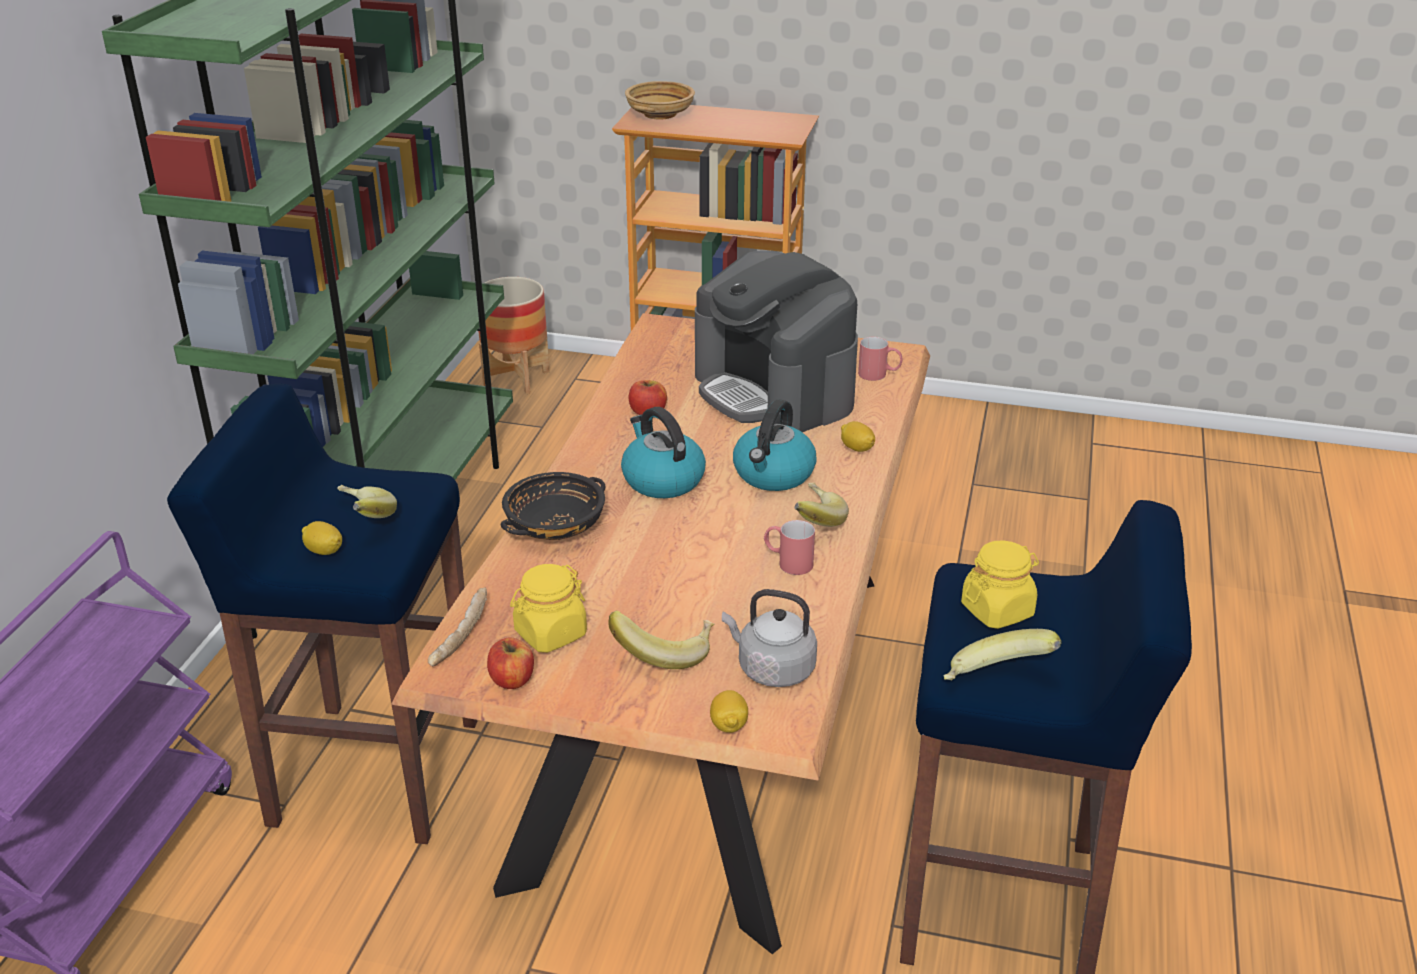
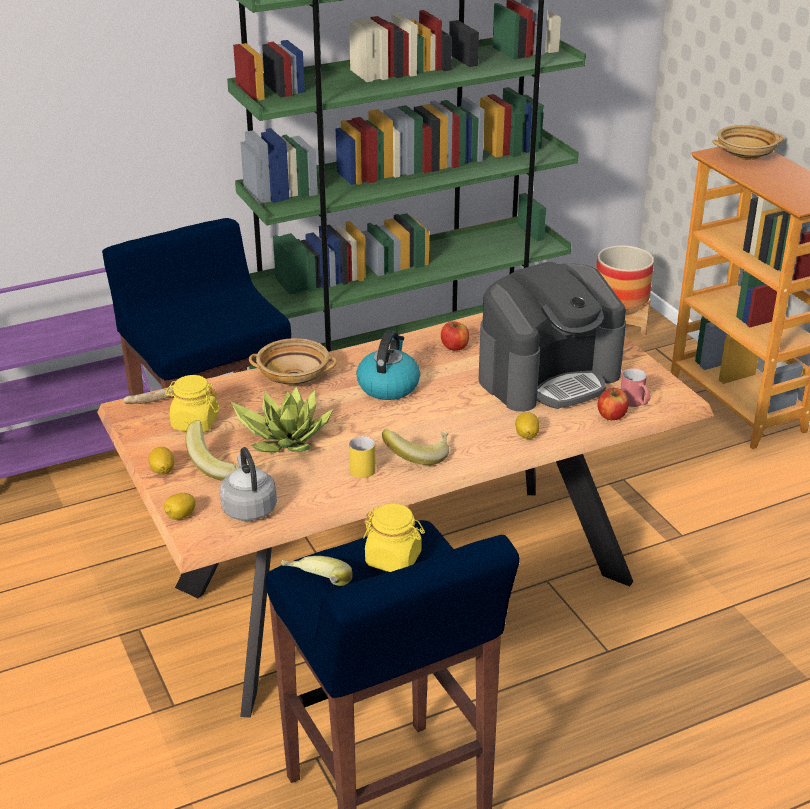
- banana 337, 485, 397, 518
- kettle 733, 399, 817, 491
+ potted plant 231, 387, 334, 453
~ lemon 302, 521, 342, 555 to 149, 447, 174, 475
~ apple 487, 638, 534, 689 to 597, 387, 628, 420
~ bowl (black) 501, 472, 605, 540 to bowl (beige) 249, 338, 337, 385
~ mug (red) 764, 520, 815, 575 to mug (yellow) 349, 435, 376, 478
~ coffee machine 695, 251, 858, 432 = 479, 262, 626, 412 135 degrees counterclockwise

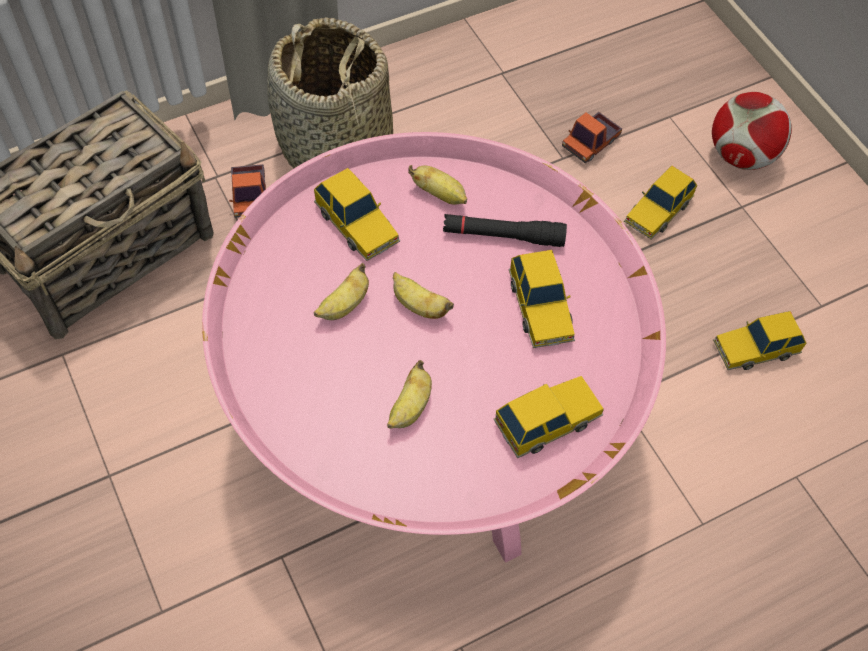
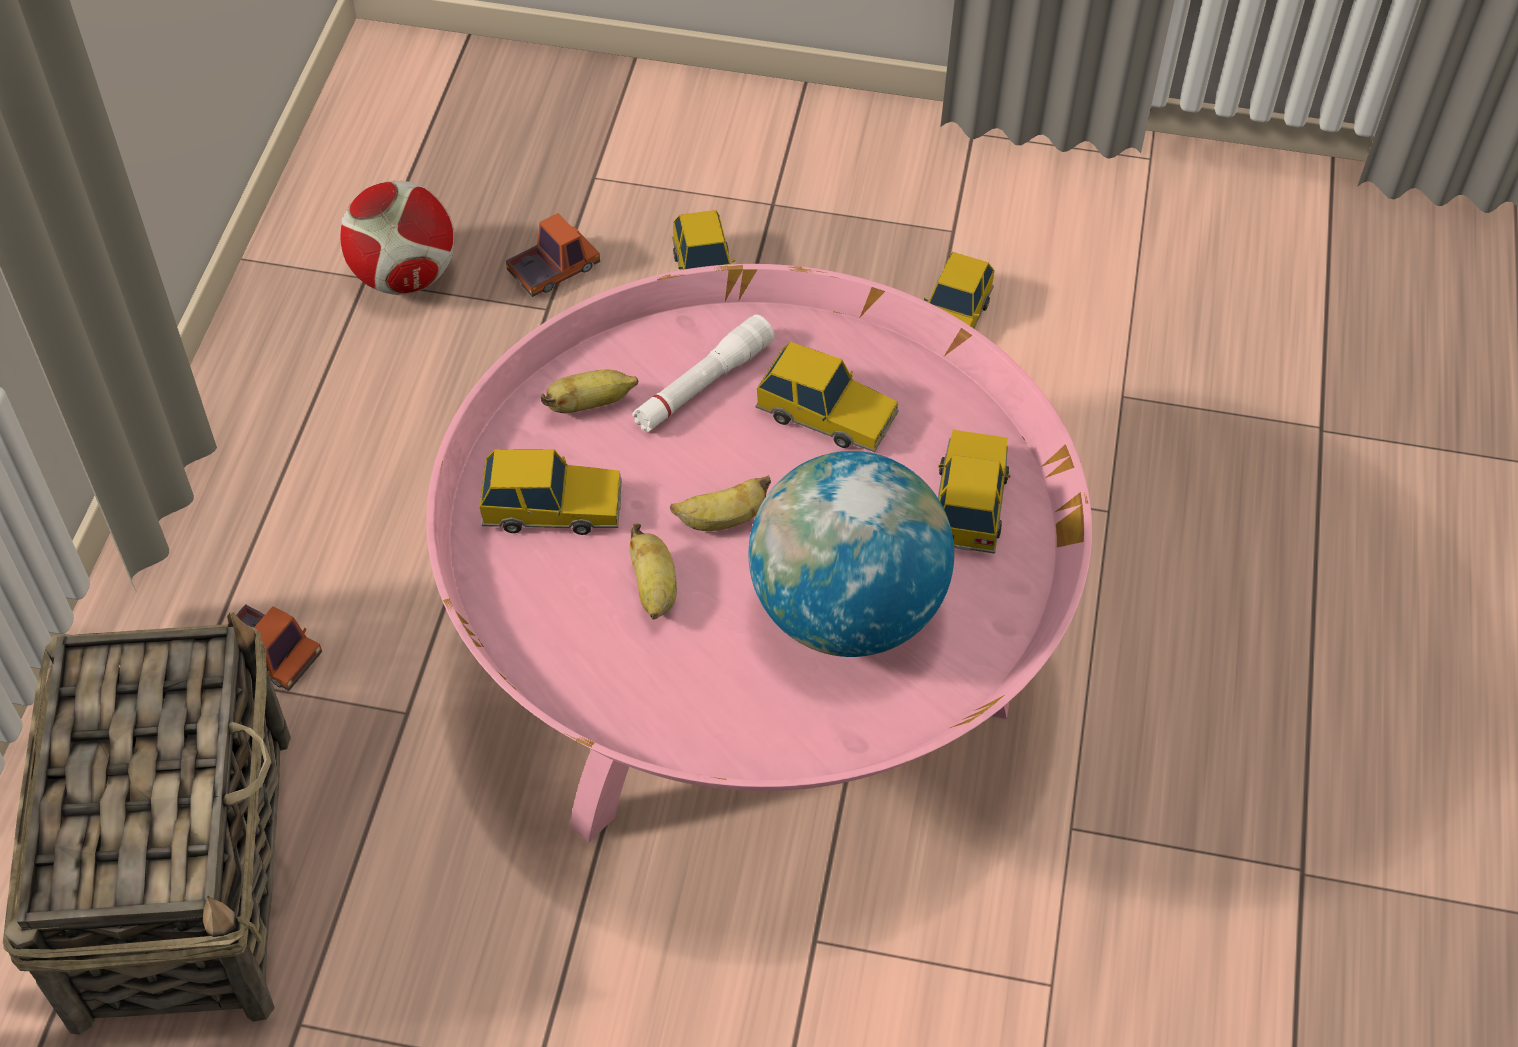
- basket 267, 17, 393, 169
~ football 712, 92, 792, 170 to 340, 181, 455, 295
~ banana 387, 360, 432, 429 to globe 748, 451, 954, 657
~ flashlight (black) 443, 214, 567, 247 to flashlight (white) 632, 315, 775, 432
~ toy truck 562, 112, 622, 163 = 506, 213, 600, 297 120 degrees counterclockwise

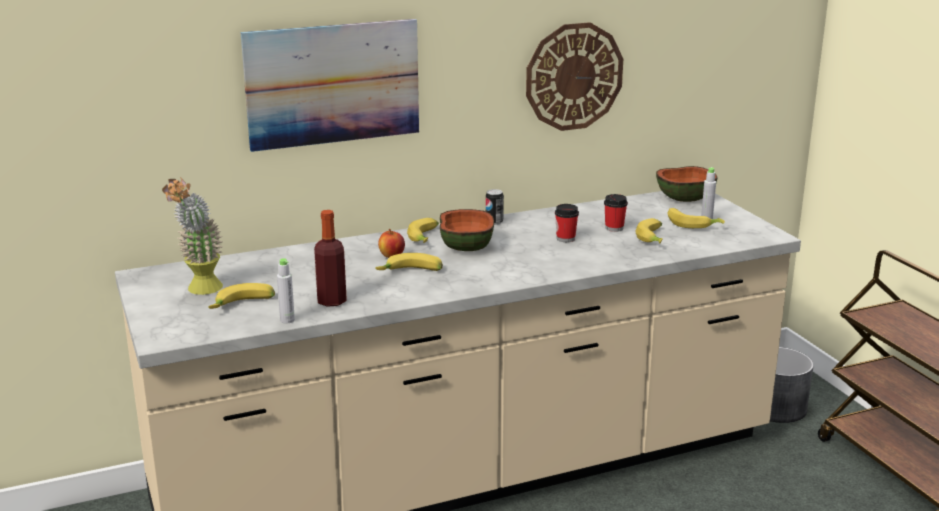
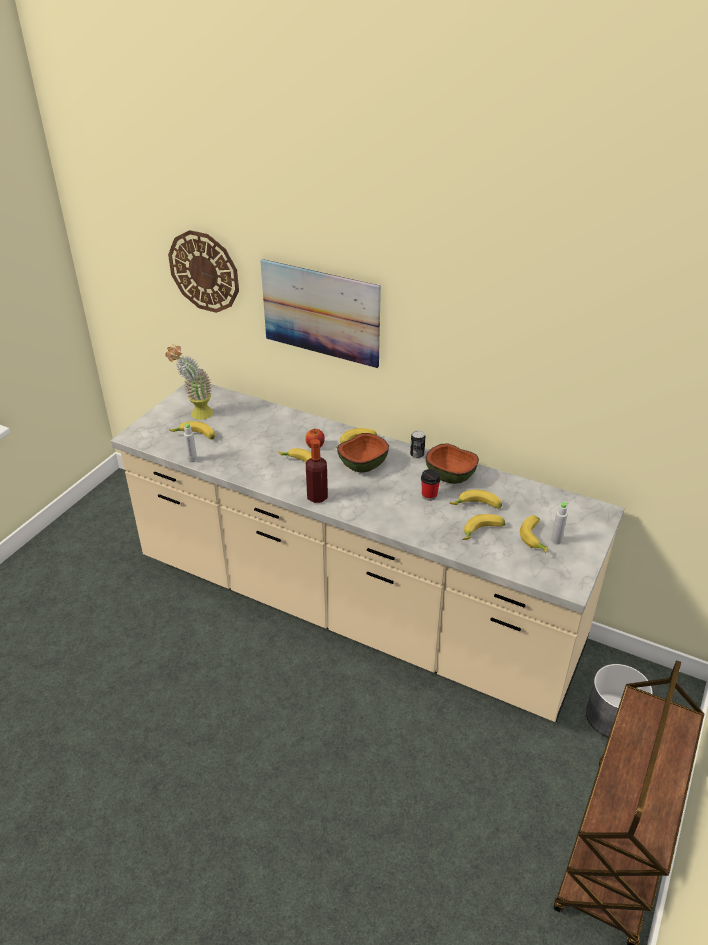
~ bottle 314, 210, 347, 307 to 306, 439, 328, 503
~ wall clock 526, 22, 623, 131 to 168, 230, 239, 313
~ bowl 656, 166, 718, 202 to 426, 443, 479, 484
~ cup 604, 194, 628, 232 to banana 450, 490, 502, 508

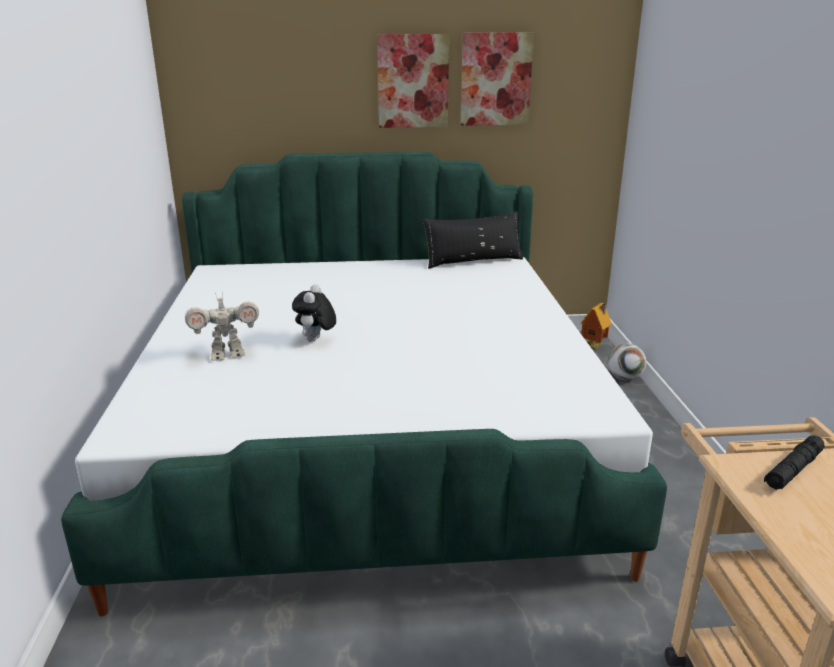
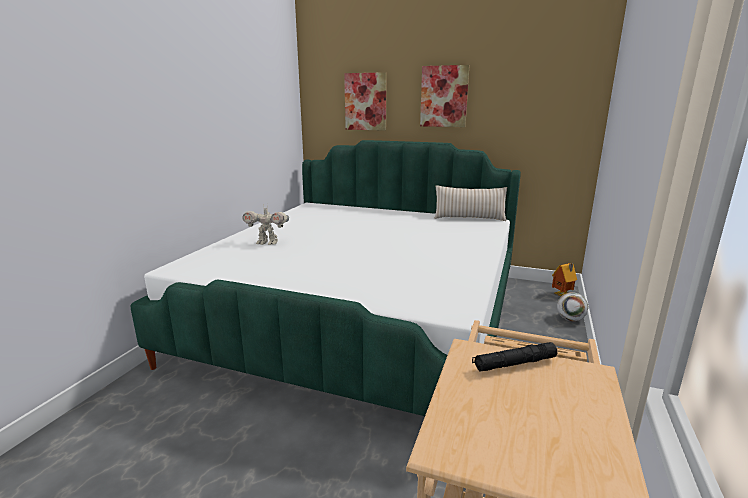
- plush toy 292, 284, 336, 342
~ picture 460, 32, 534, 126 to 344, 72, 387, 131
~ pillow (black) 423, 211, 523, 269 to pillow (beige) 434, 185, 507, 221

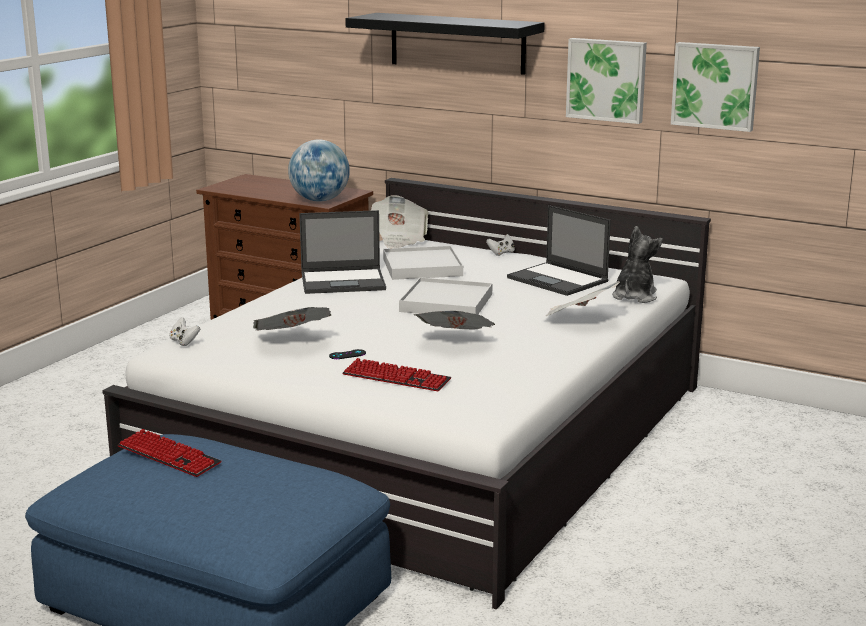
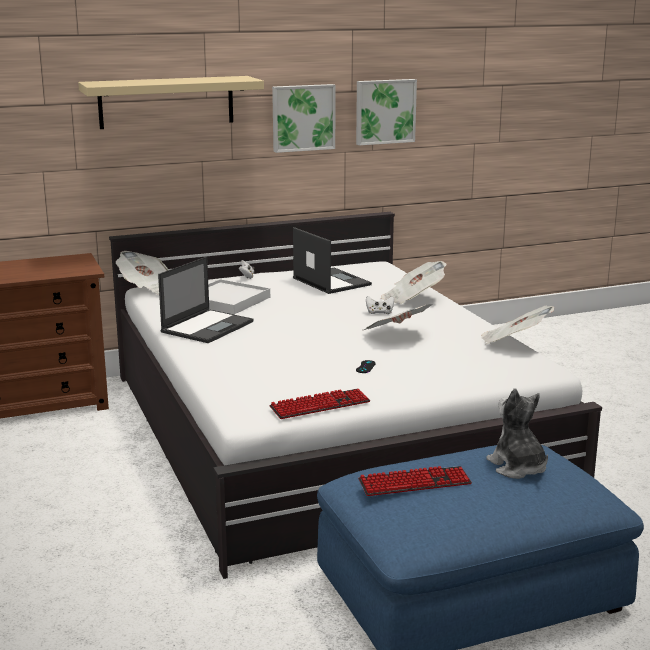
- globe 288, 139, 350, 202
- tray (white) 399, 277, 492, 315
~ game controller (white) 169, 317, 200, 346 to 366, 296, 394, 314
~ newspaper 253, 307, 331, 330 to 481, 305, 554, 344
~ keyboard 343, 358, 451, 391 to 269, 389, 370, 419
~ plush toy 612, 226, 663, 303 to 486, 388, 548, 479
~ shelf (black) 345, 13, 545, 75 to shelf (beige) 78, 76, 264, 129
~ laptop 507, 205, 611, 296 = 293, 227, 372, 294 120 degrees counterclockwise

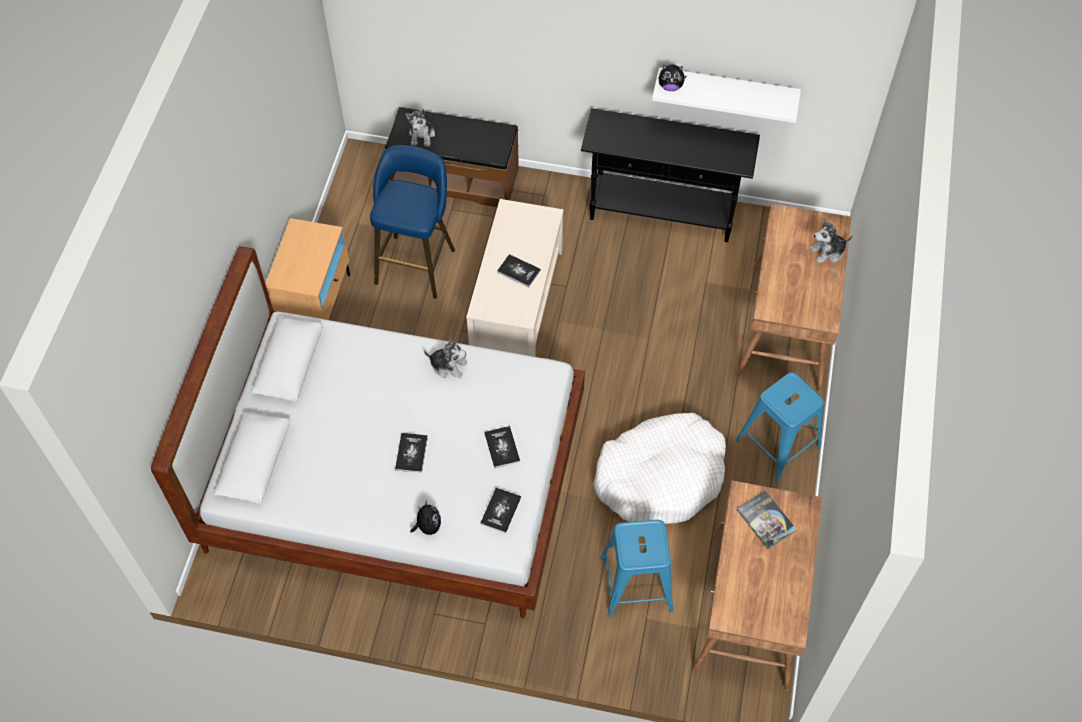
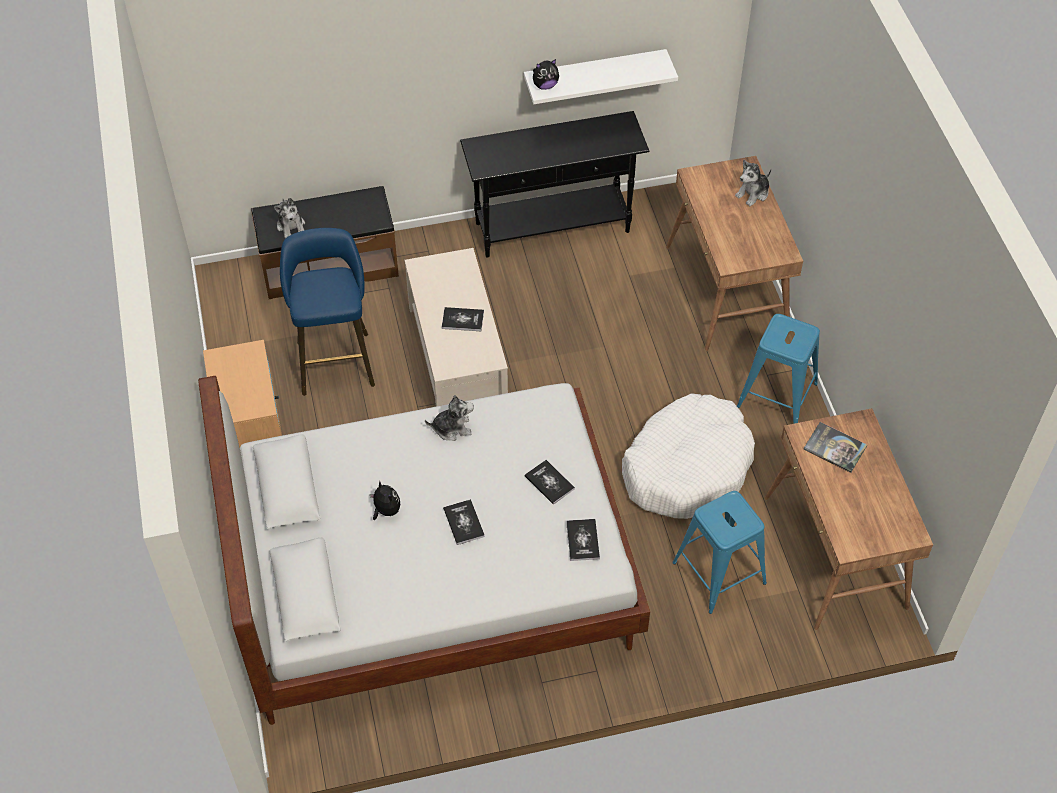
~ plush toy 410, 501, 441, 535 to 370, 481, 400, 520

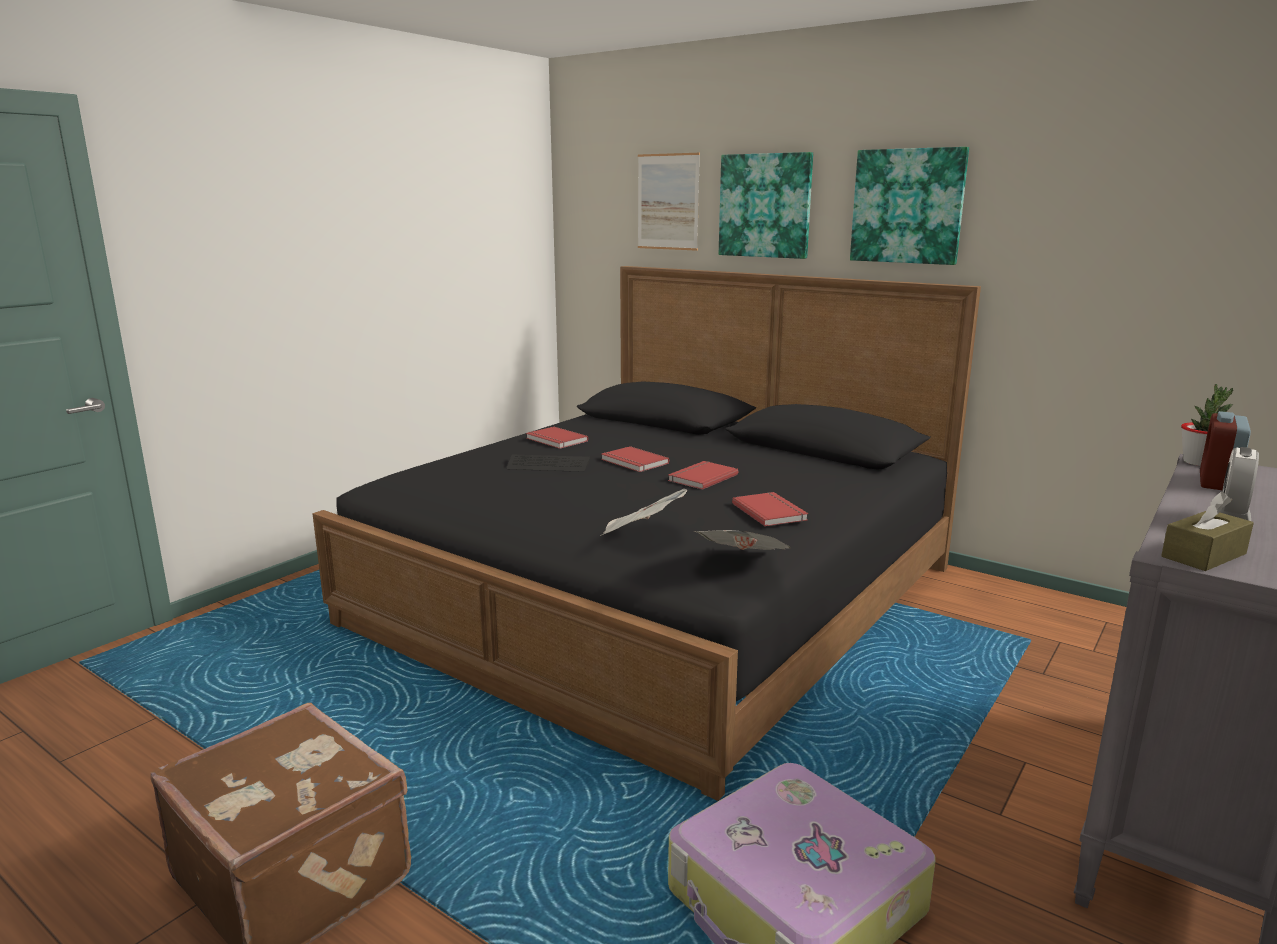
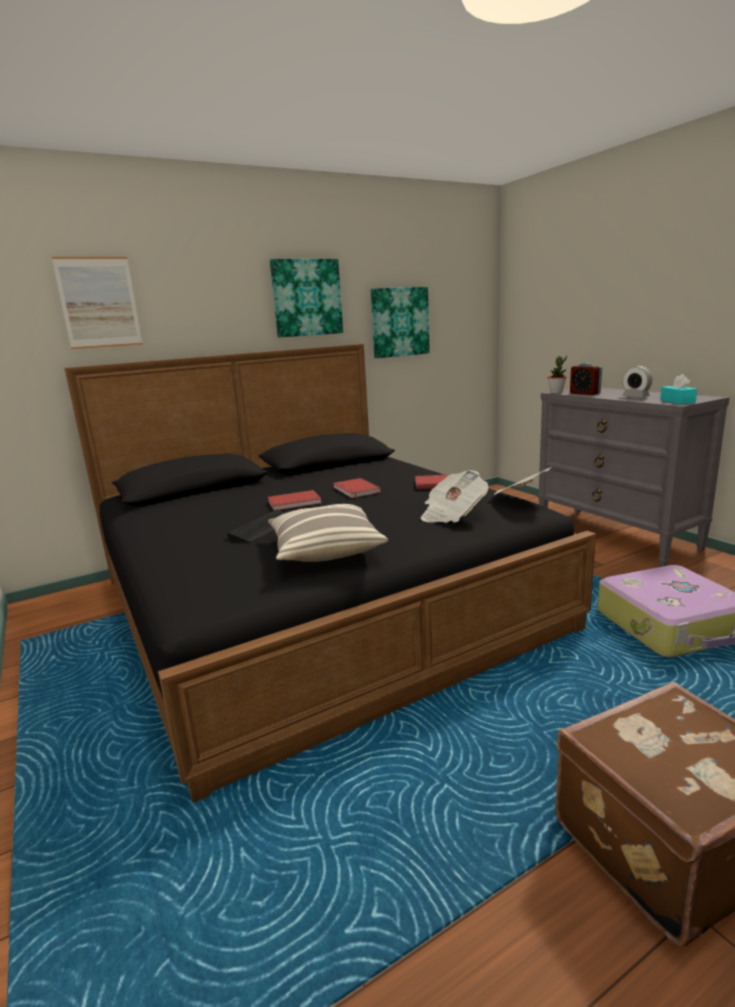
- book (red) 526, 427, 588, 449
+ pillow 268, 504, 388, 562
~ picture 719, 152, 813, 259 to 371, 287, 430, 358
~ tissue box (brown) 1161, 491, 1254, 571 to tissue box (turquoise) 660, 374, 697, 404

